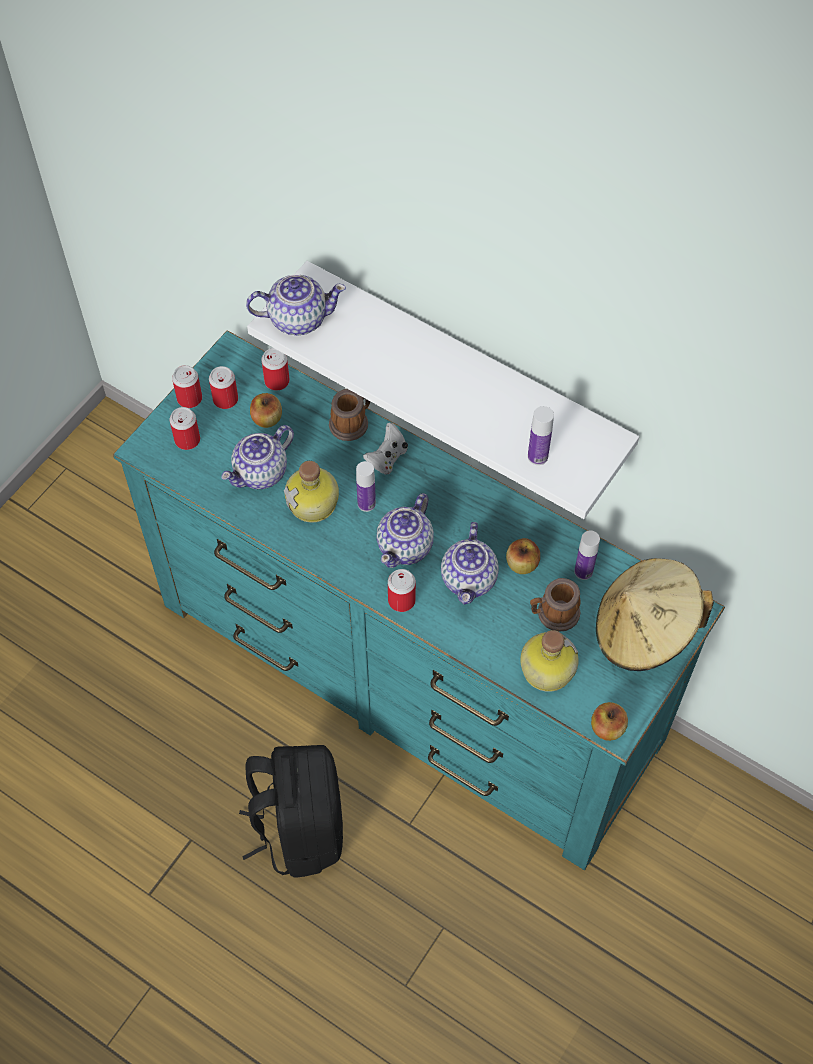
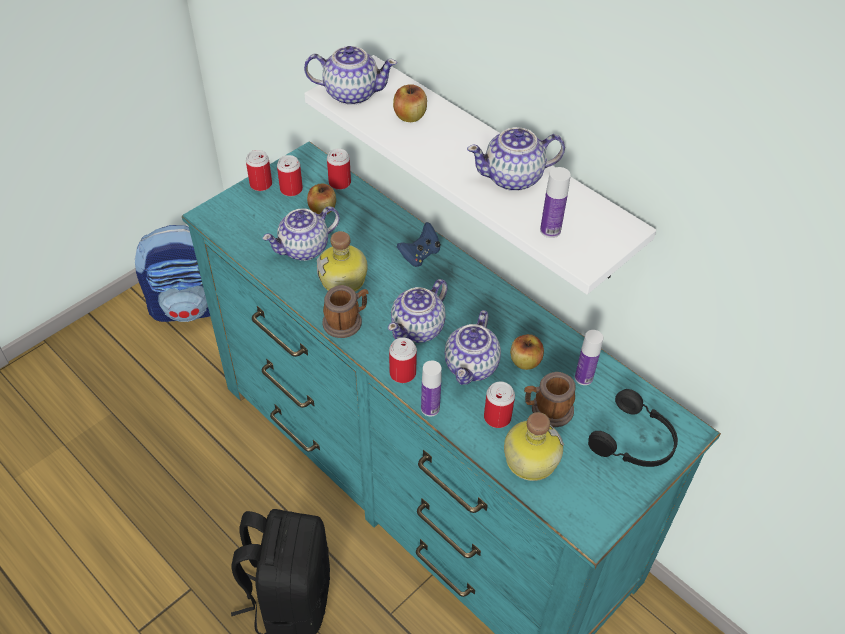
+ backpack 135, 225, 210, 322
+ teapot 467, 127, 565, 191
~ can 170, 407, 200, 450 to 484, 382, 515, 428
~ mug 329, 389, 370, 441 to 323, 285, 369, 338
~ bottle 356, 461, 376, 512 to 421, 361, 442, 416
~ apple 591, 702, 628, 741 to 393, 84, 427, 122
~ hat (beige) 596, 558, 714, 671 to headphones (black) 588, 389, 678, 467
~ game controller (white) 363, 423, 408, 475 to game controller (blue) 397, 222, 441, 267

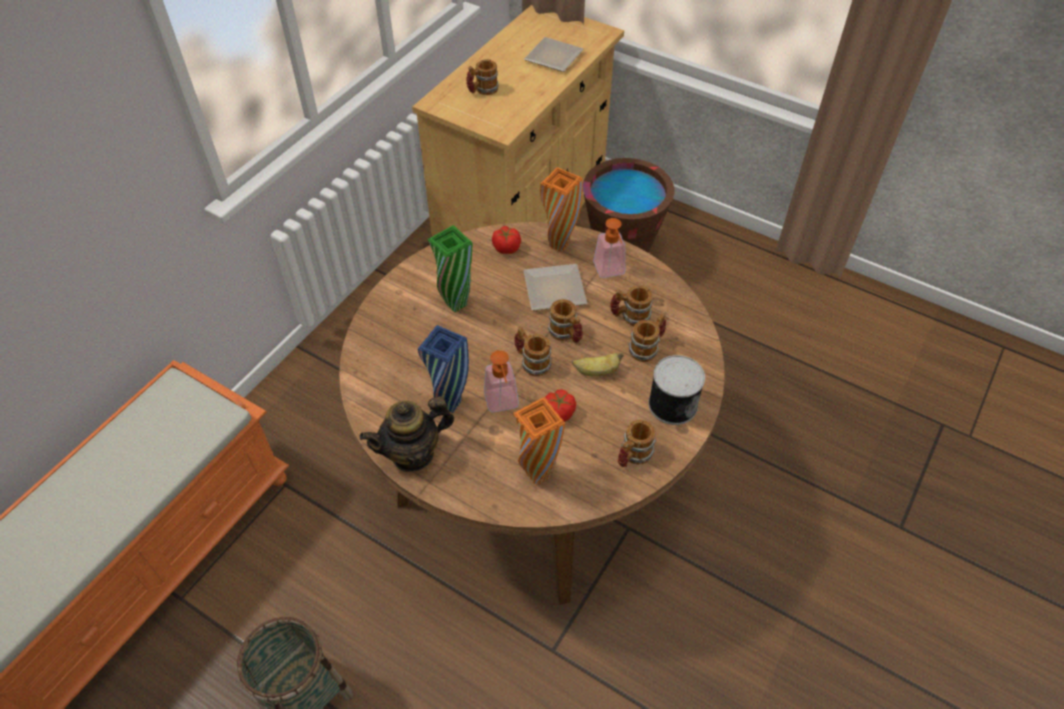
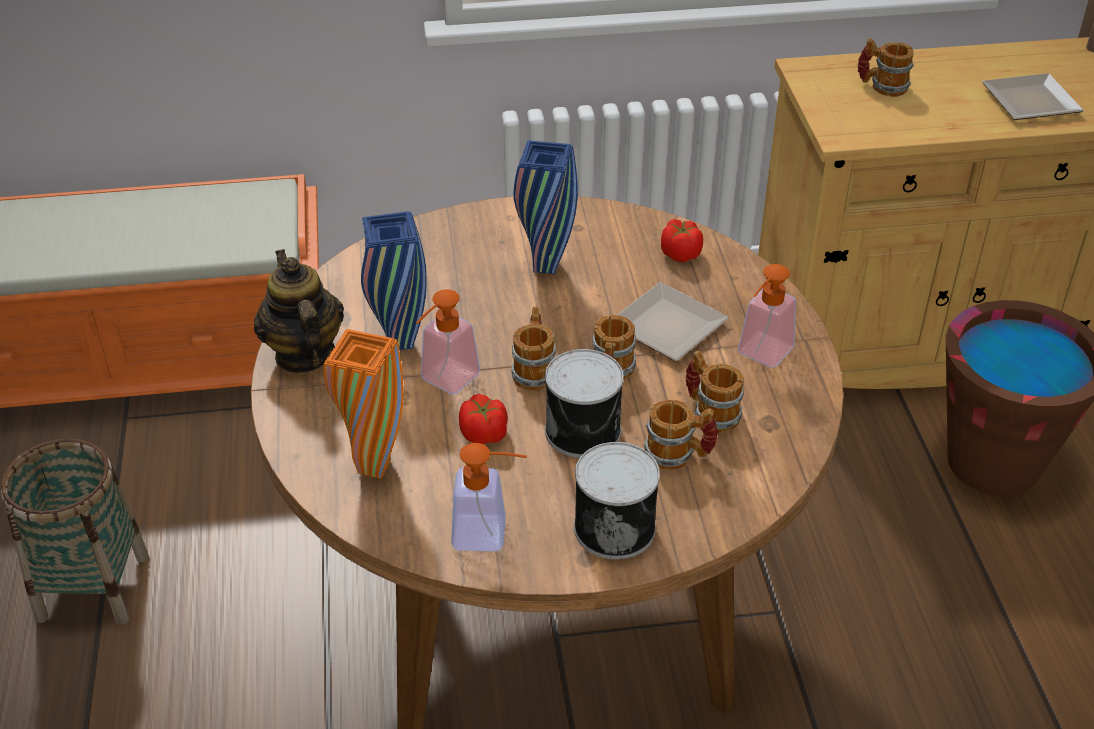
- vase (orange) 540, 167, 583, 253
~ banana 572, 352, 624, 376 to can 545, 349, 624, 458
~ mug 618, 419, 656, 467 to soap dispenser 451, 443, 527, 552
~ vase (green) 428, 225, 472, 312 to vase (blue) 513, 140, 578, 274
~ teapot 360, 396, 454, 472 = 254, 249, 344, 373 45 degrees clockwise

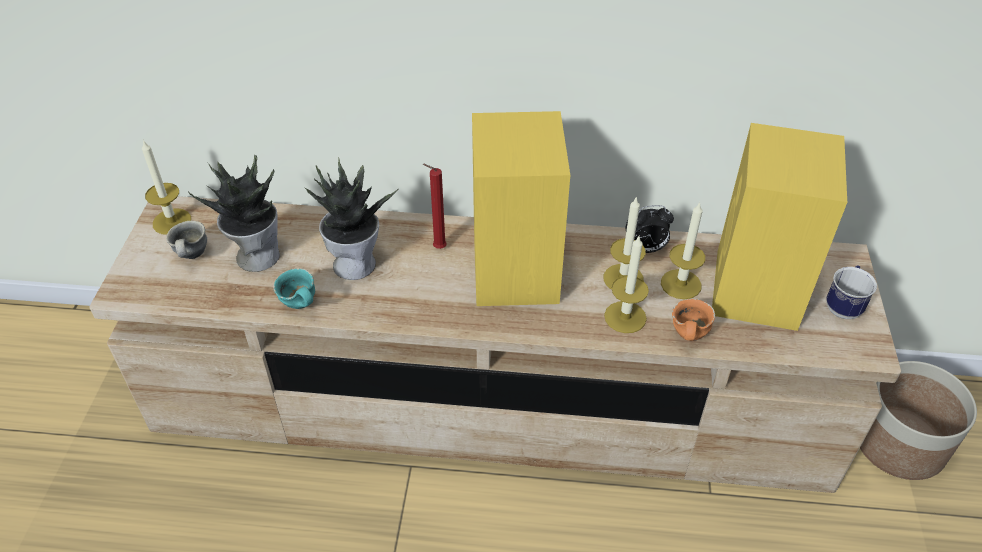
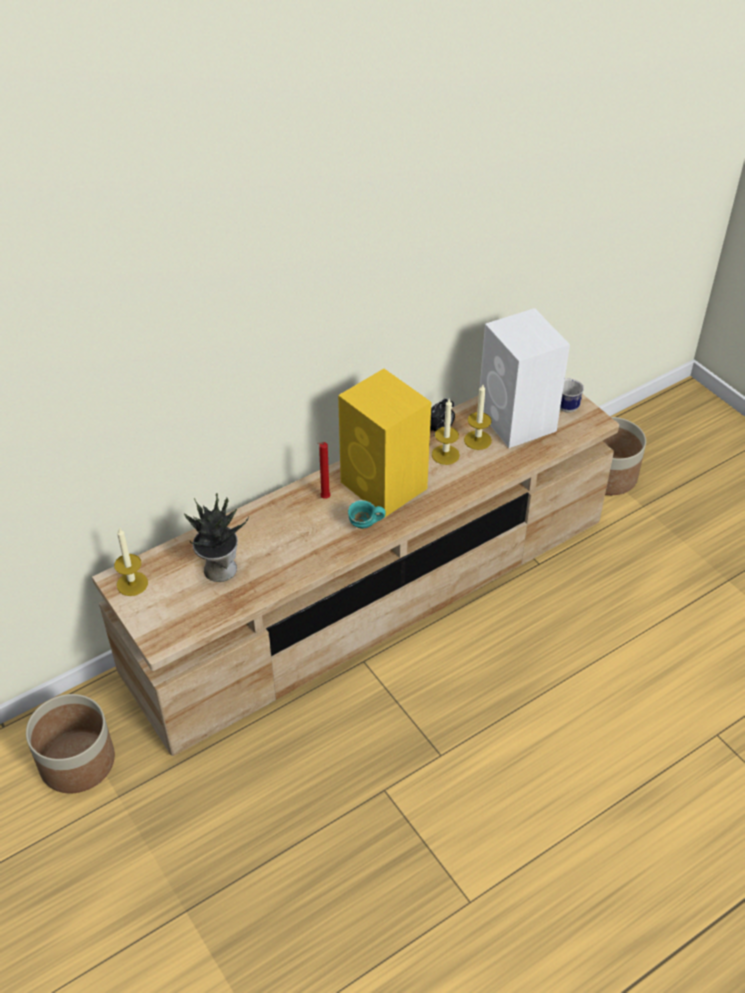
- mug (grey) 166, 221, 207, 259
- potted plant 304, 157, 399, 280
- candle 604, 236, 649, 333
- mug (orange) 672, 299, 715, 341
+ planter 26, 694, 115, 793
~ mug (turquoise) 273, 268, 315, 309 to 348, 500, 386, 529
~ speaker (yellow) 712, 123, 847, 331 to speaker (white) 480, 308, 570, 448

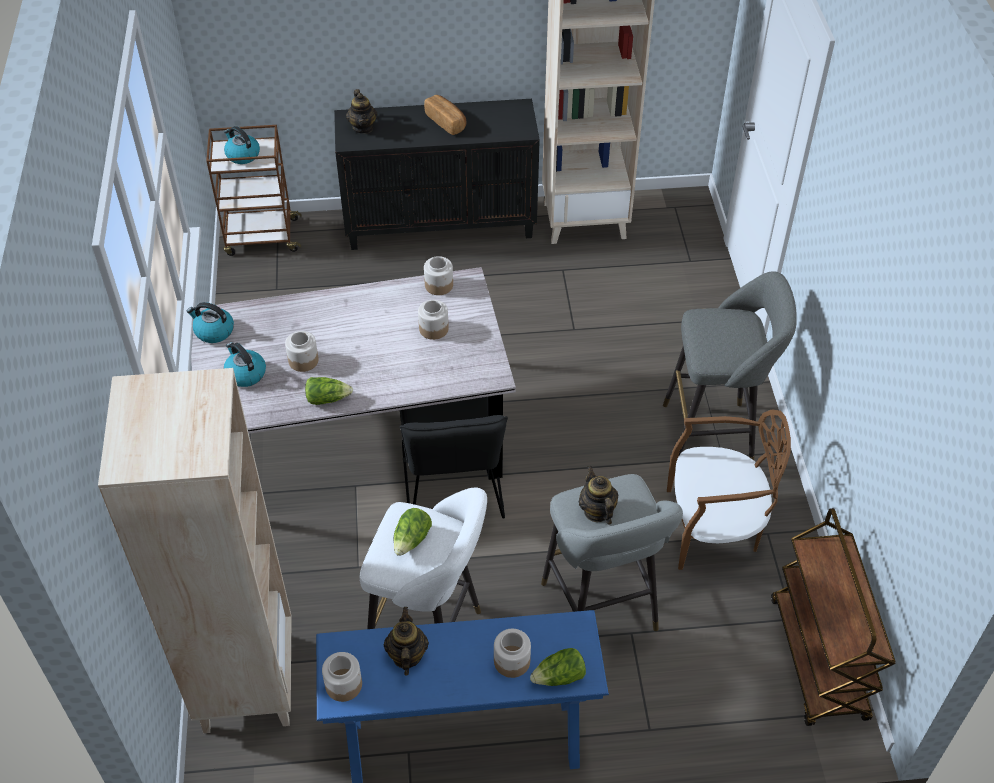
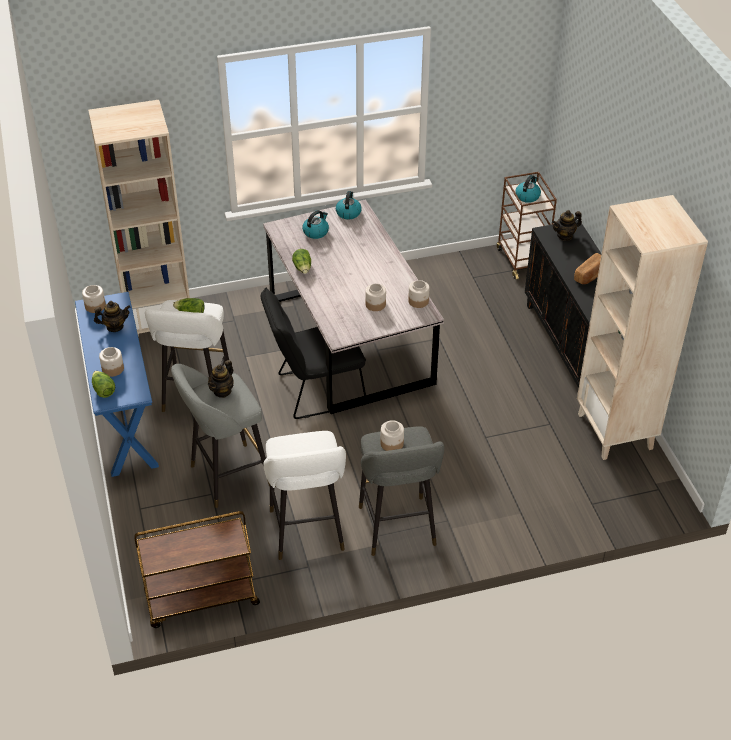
~ jar 285, 331, 319, 372 to 380, 420, 404, 451
~ chair (brown) 667, 410, 791, 570 to stool (white) 263, 431, 346, 560
~ teapot 579, 466, 618, 524 = 208, 360, 234, 398 150 degrees clockwise

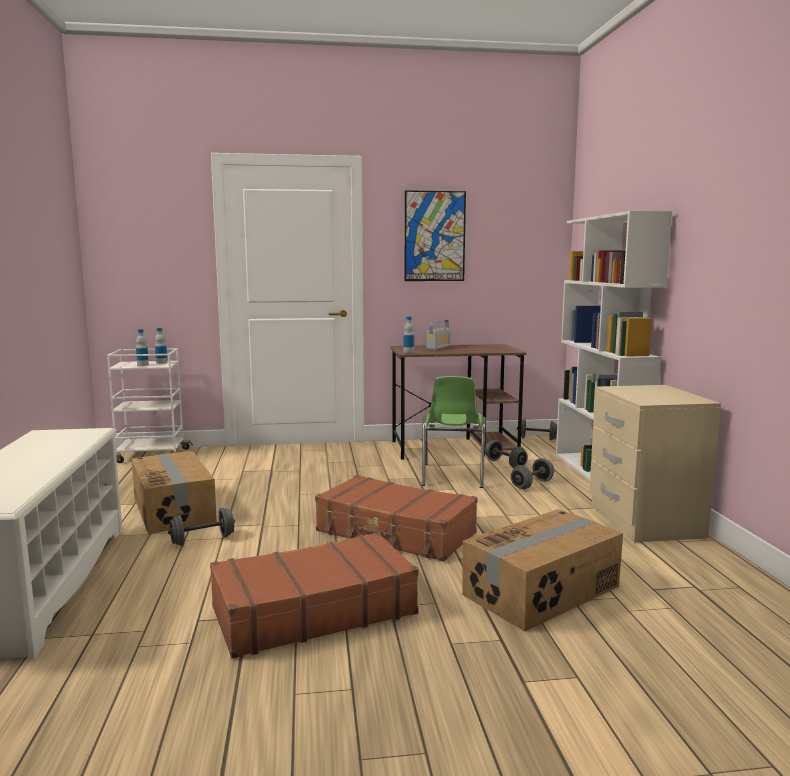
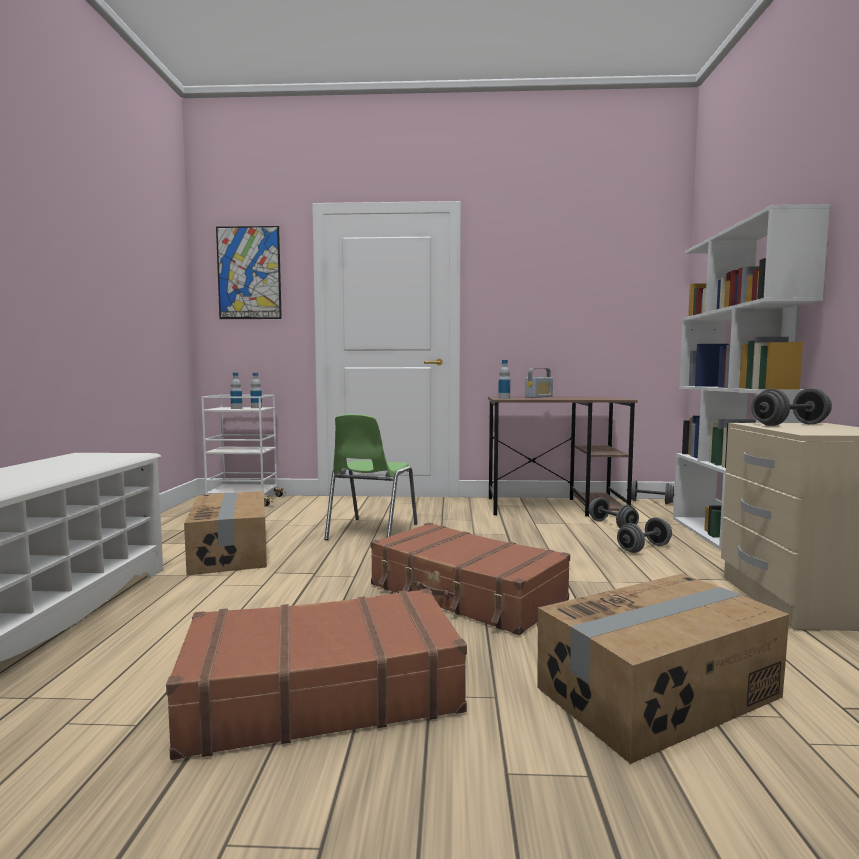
~ dumbbell (grey) 168, 508, 235, 546 to 751, 388, 832, 426
~ picture 405, 190, 466, 281 to 216, 226, 282, 319
~ chair (green) 422, 376, 486, 488 to 324, 414, 418, 540

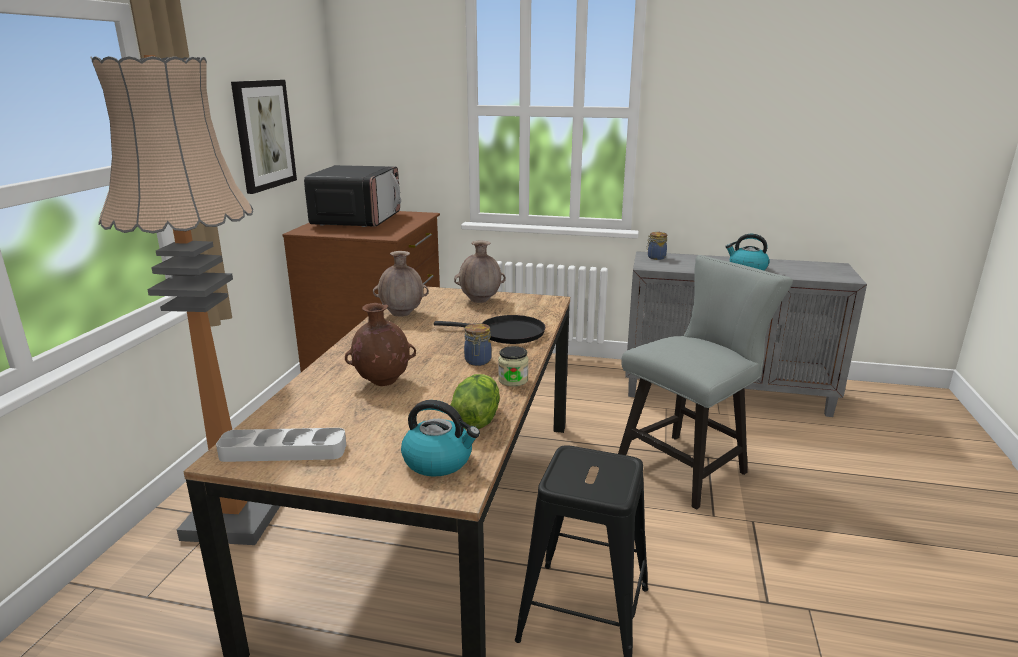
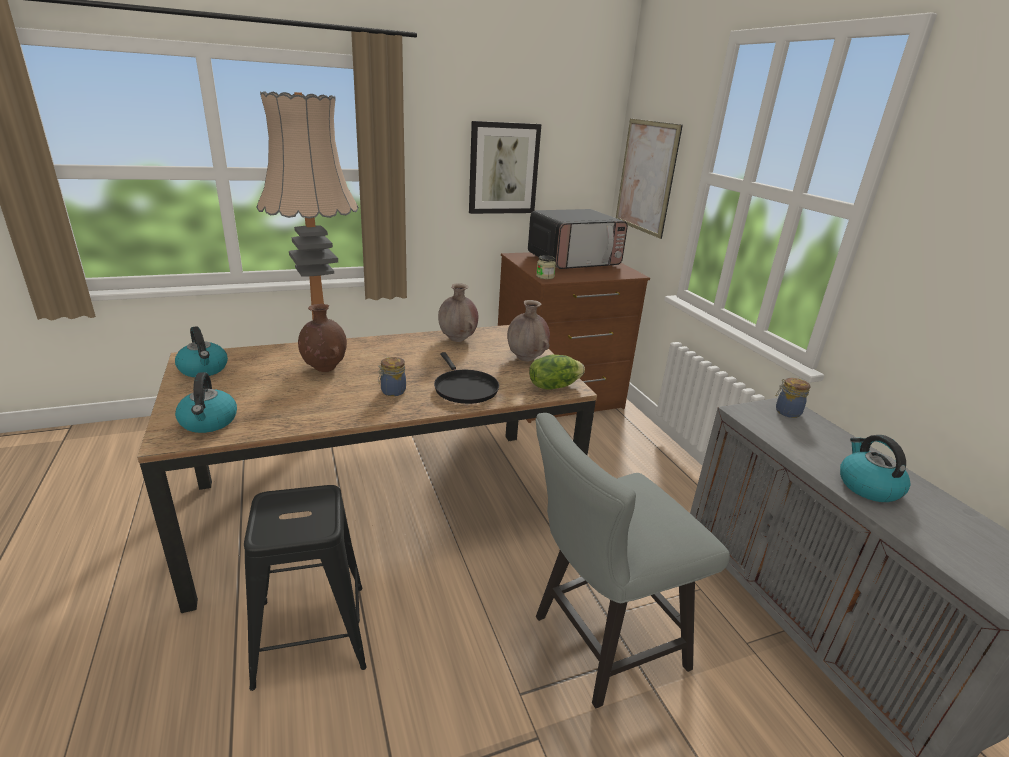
+ picture 616, 119, 683, 239
~ lettuce 450, 374, 500, 430 to 529, 354, 585, 390
~ jar 498, 346, 529, 387 to 536, 255, 556, 279
~ tray (grey) 216, 428, 346, 462 to kettle 175, 326, 228, 377
~ chair (grey) 618, 255, 793, 510 = 535, 413, 730, 708 135 degrees clockwise

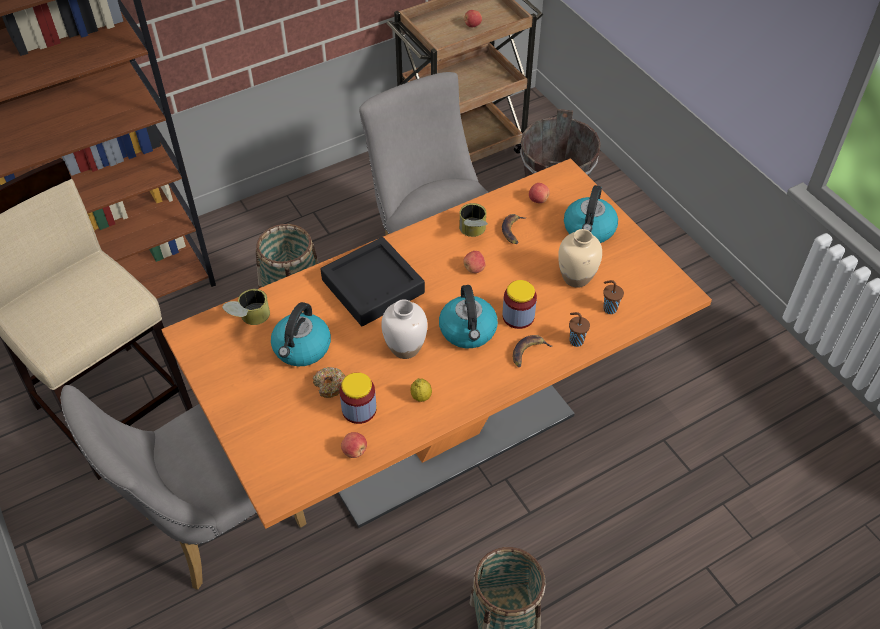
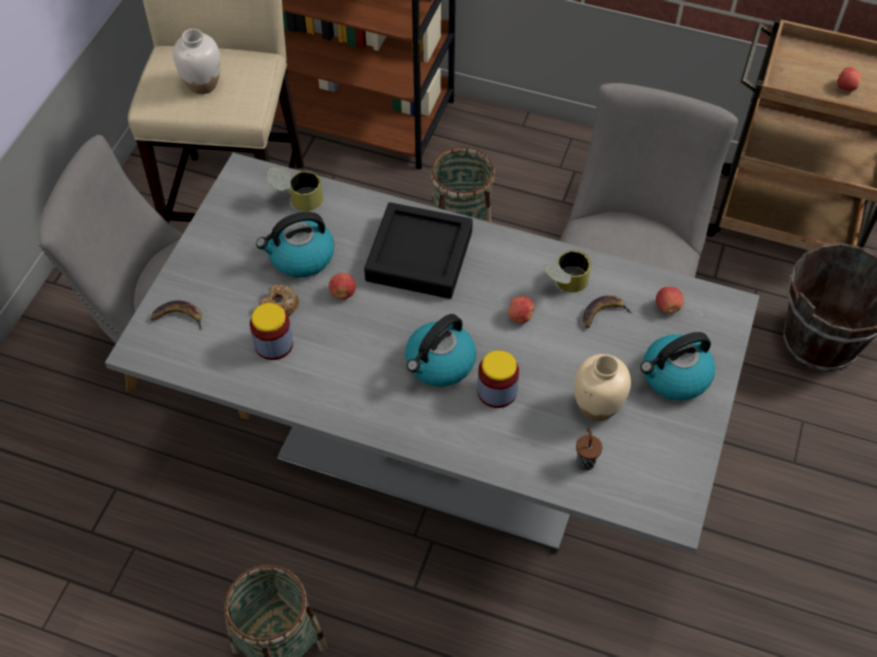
- lemon 410, 378, 432, 402
- cup (brown) 569, 312, 590, 347
~ apple 341, 432, 367, 458 to 329, 273, 356, 299
~ vase (white) 381, 299, 427, 359 to 173, 29, 221, 94
~ banana 513, 335, 552, 367 to 151, 301, 202, 330
~ dining table (orange) 161, 158, 712, 529 to dining table (grey) 105, 153, 760, 554

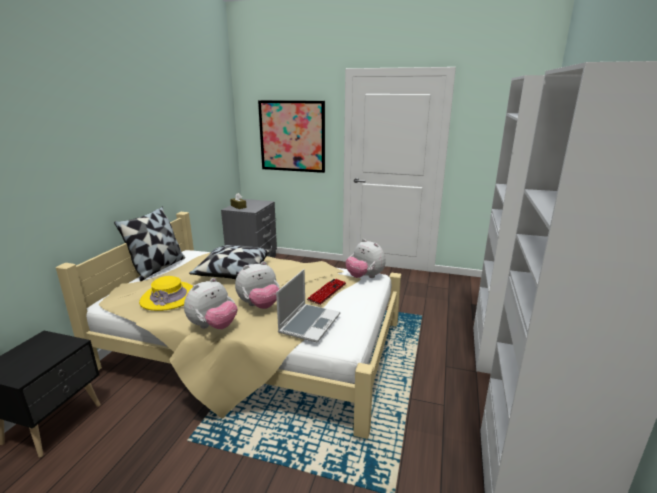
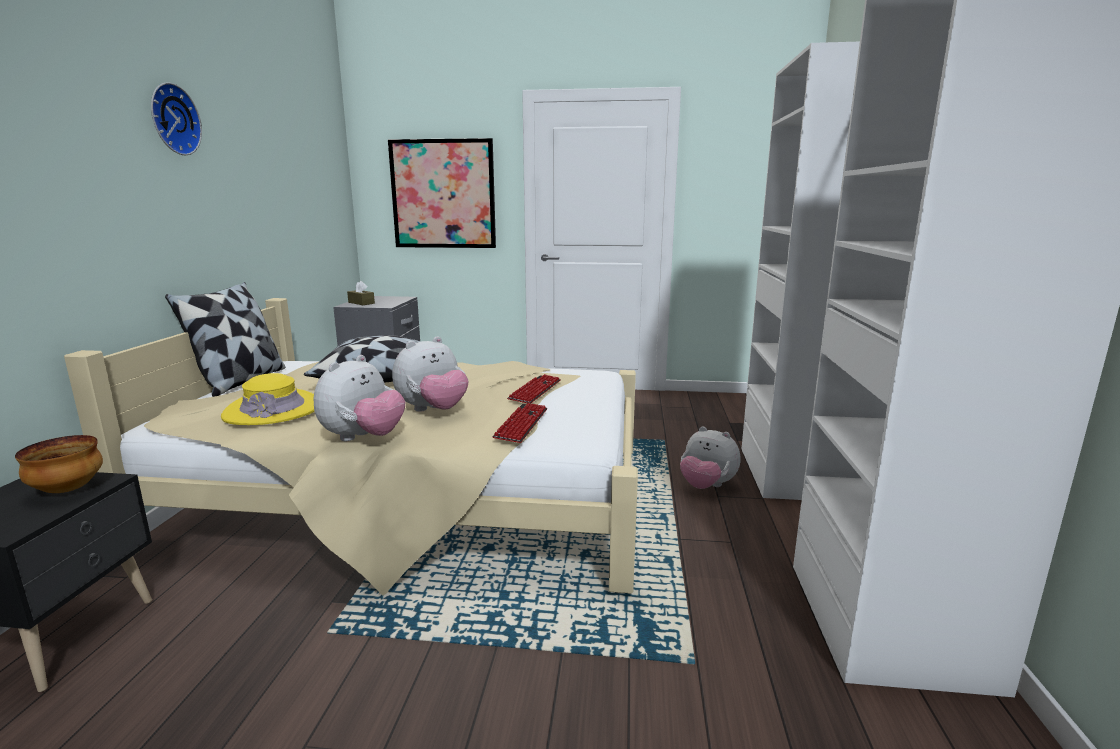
+ bowl 15, 435, 103, 493
+ wall clock 151, 82, 202, 155
~ plush toy 346, 239, 386, 278 to 680, 426, 741, 489
~ laptop 276, 269, 340, 343 to keyboard 492, 403, 547, 443

